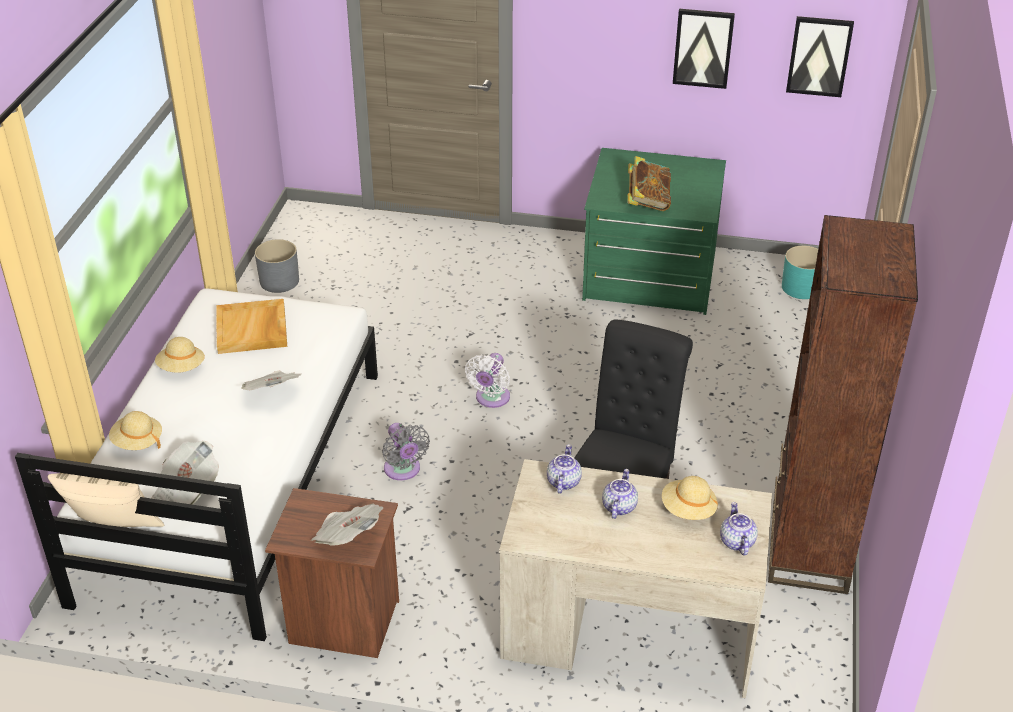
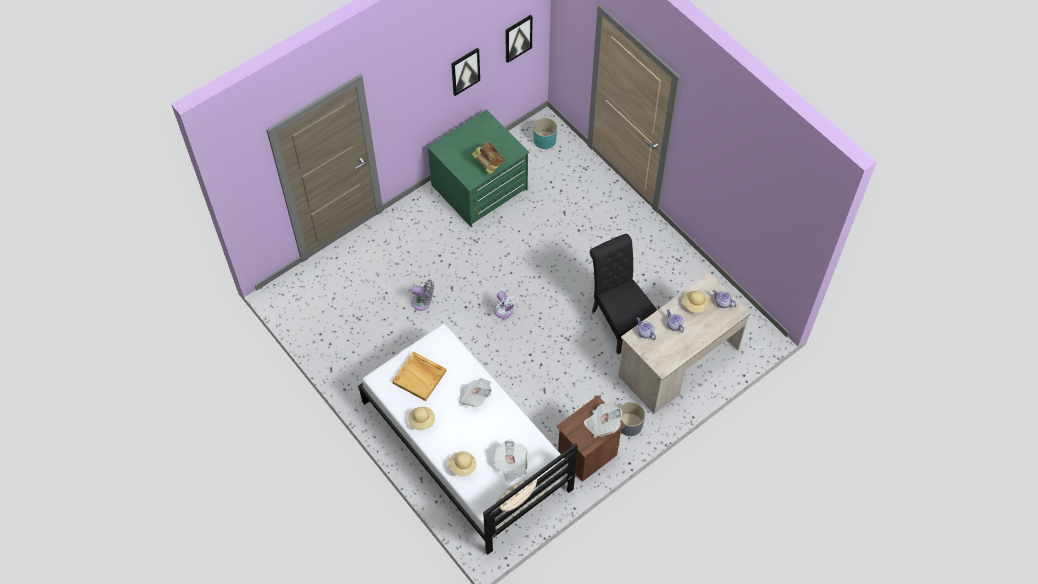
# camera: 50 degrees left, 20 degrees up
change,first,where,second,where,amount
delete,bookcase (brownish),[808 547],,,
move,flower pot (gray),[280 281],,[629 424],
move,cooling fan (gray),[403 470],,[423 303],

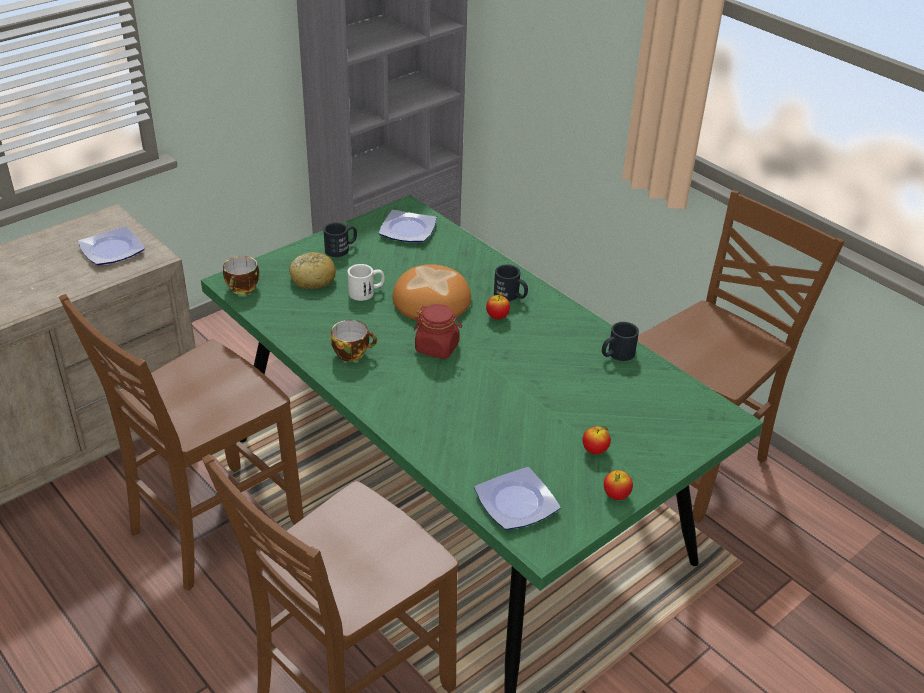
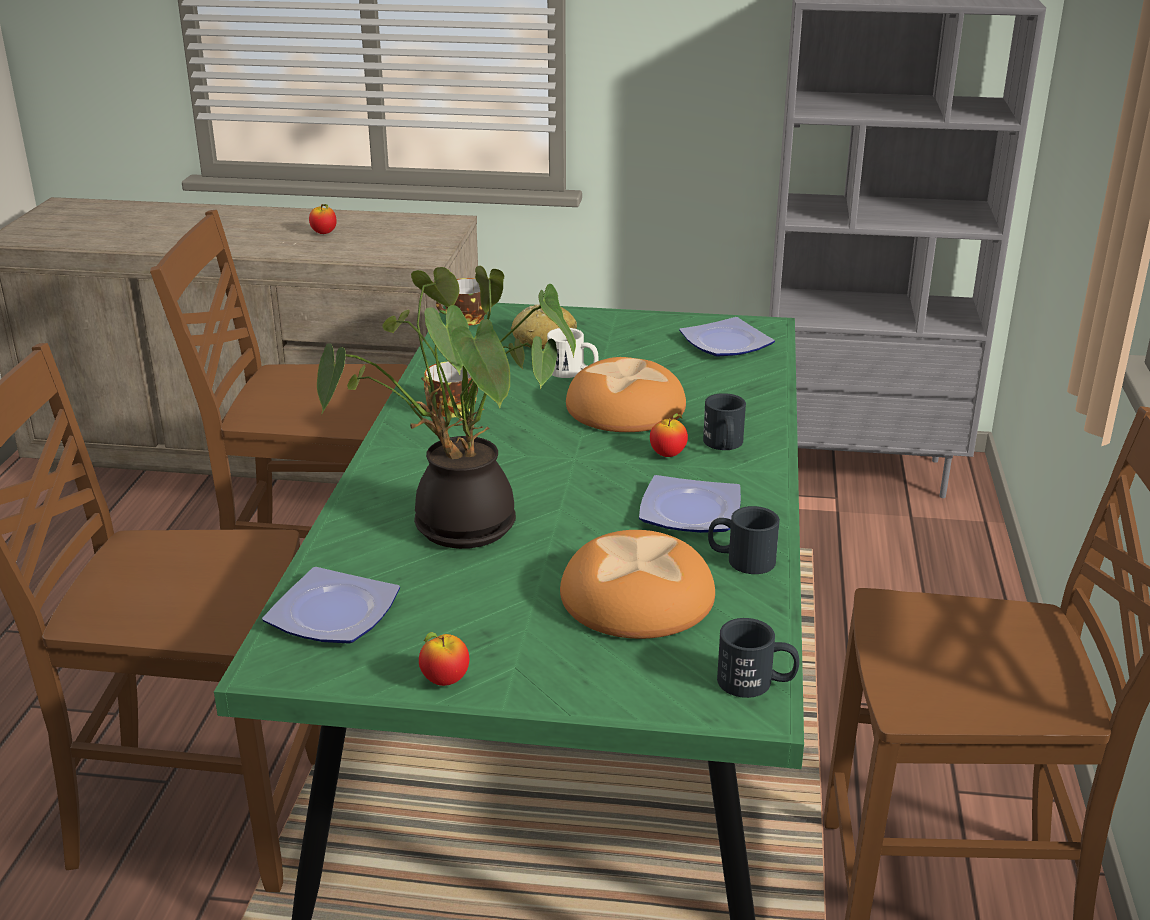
# camera: 50 degrees right, 10 degrees down
change,first,where,second,where,amount
move,coffee mug (black),[341 248],,[756 682],
move,flat dish,[111 250],,[688 510],
delete,jar (red),[437 347],,,
move,apple,[595 450],,[324 233],
insert,,,potted plant,[458 530],
insert,,,baked bread,[638 597],

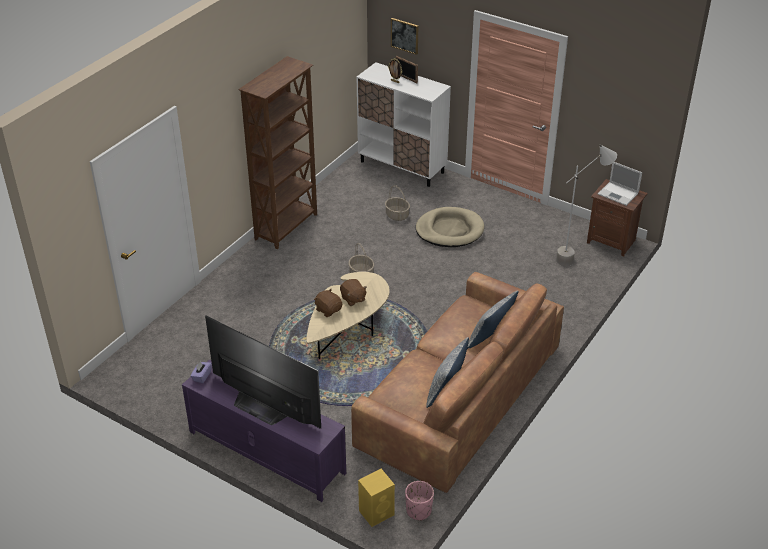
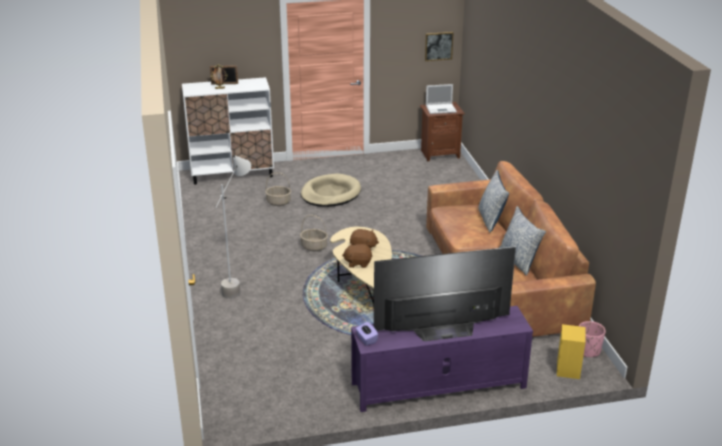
# camera: 45 degrees left, 10 degrees down
change,first,where,second,where,amount
move,picture,[405 35],,[438 46],
delete,bookcase (brownish),[287 227],,,
move,standing lamp (gray),[578 257],,[239 285],

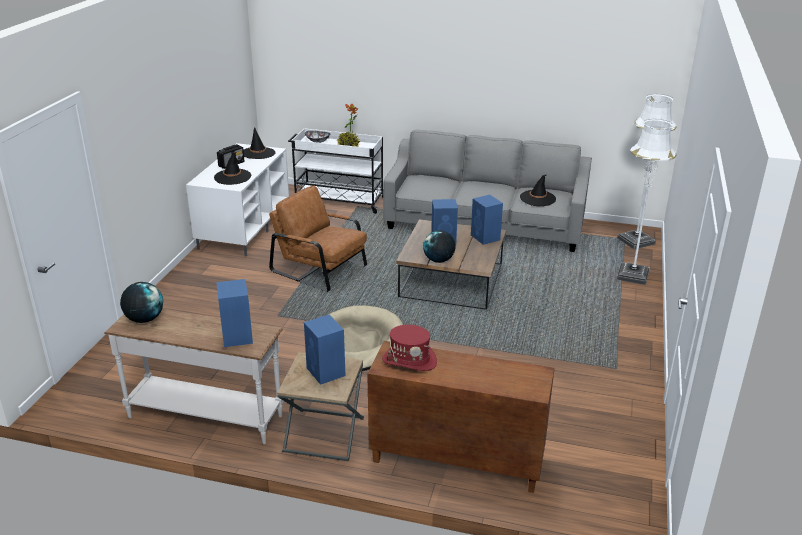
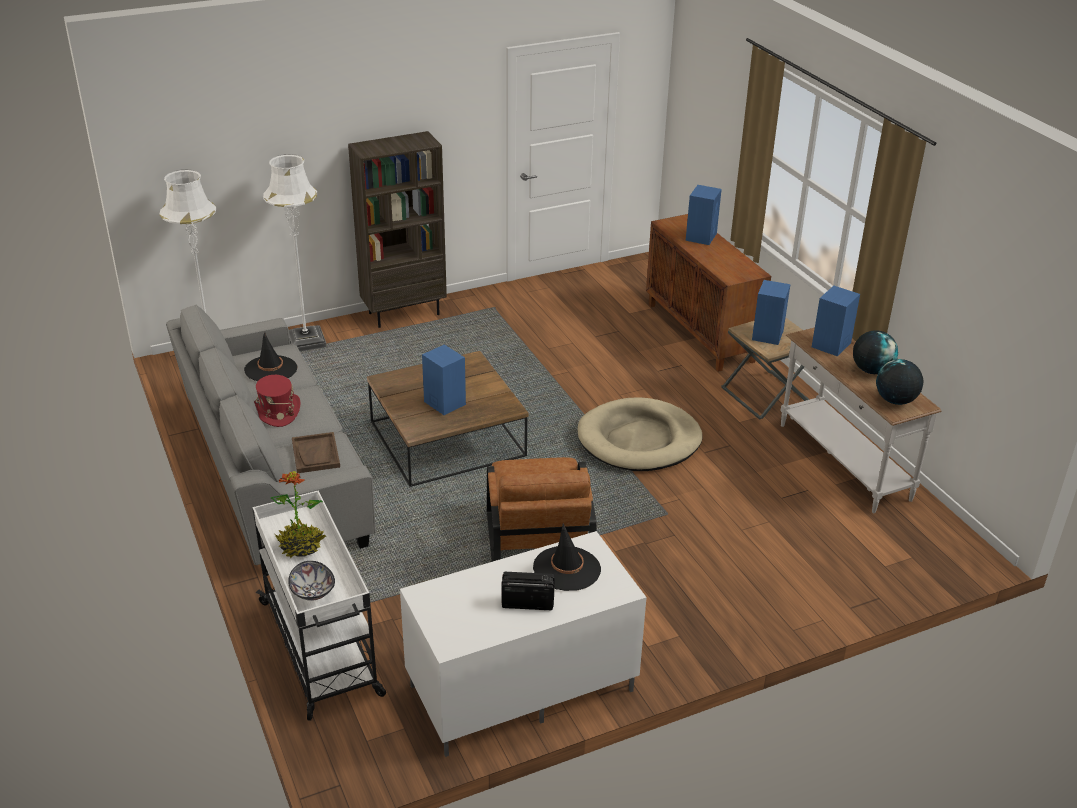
# camera: 130 degrees left, 5 degrees up
change,first,where,second,where,amount
delete,hat (black),[258 153],,,
move,loudspeaker (blue-coloured),[485 238],,[701 236],
move,globe,[439 260],,[871 370],
move,hat (red),[409 361],,[276 411],
insert,,,bookcase (brownish),[404 313],
insert,,,carrying tray (brownish),[316 454],

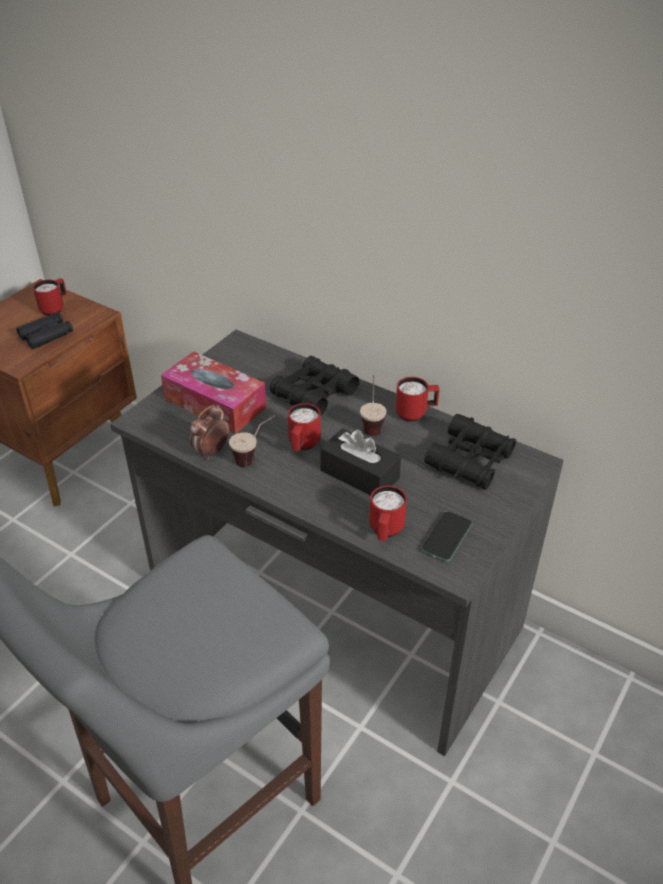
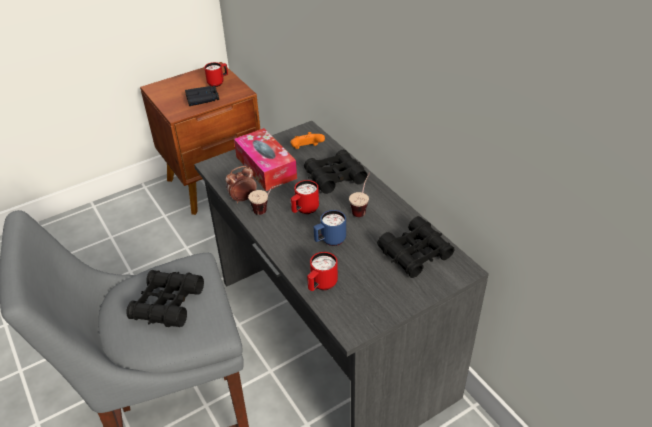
# camera: 25 degrees right, 0 degrees up
change,first,where,second,where,amount
delete,coffee mug (red),[416 414],,,
replace,tissue holder (black),[359 474],coffee mug (blue-coloured),[330 241],
delete,telephone,[447 537],,,
insert,,,gamepad (orange-coloured),[307 149],
insert,,,field glasses (black),[167 304],

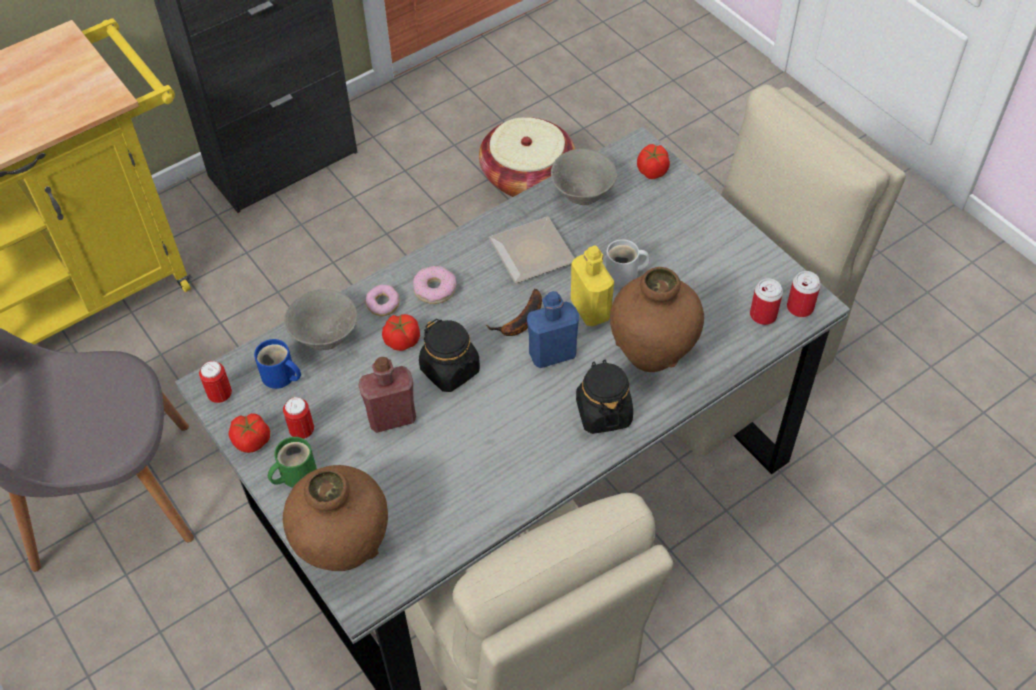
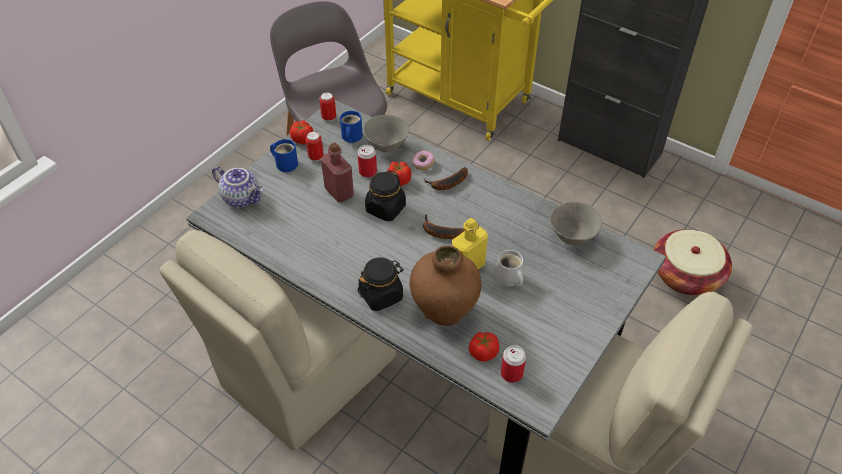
# camera: 70 degrees right, 5 degrees down
change,first,where,second,where,amount
move,fresh tomato,[652 171],,[483 353],
delete,flat dish,[533 251],,,
replace,doughnut,[435 289],banana fruit,[447 184],
move,metal can,[800 307],,[367 172],
delete,bottle (blue-coloured),[552 354],,,
recolor,coffee mug (greenish),[295 474],coffee mug (blue-coloured),[285 163],
replace,decorative vase (brownish),[344 547],pot for tea,[242 198],

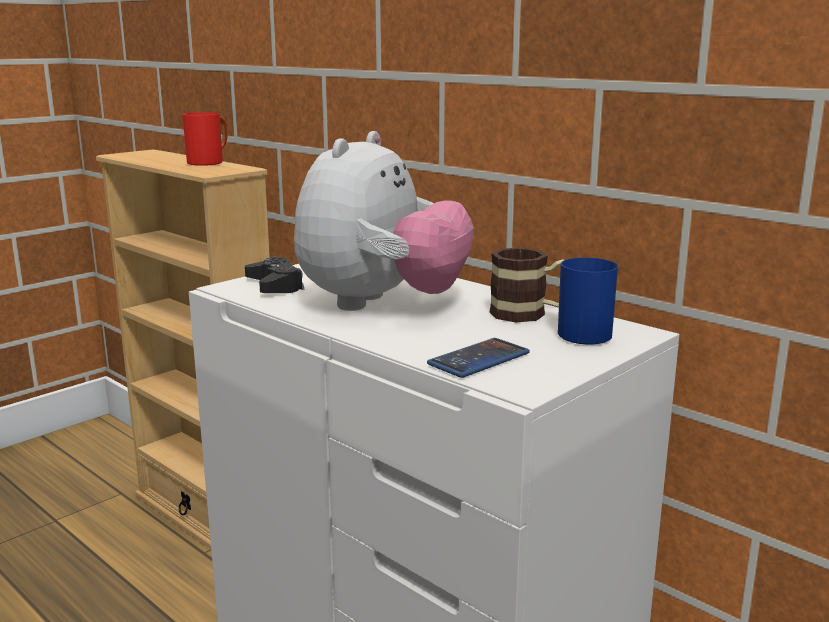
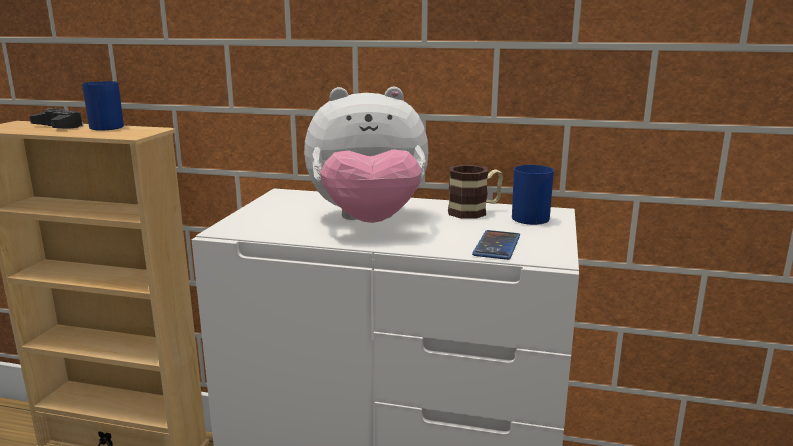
# camera: 30 degrees left, 0 degrees up
change,first,where,second,where,amount
recolor,coffee mug (red),[210 162],coffee mug (blue-coloured),[109 126],
rotate,cuddly toy,[381 304],,[368 222],90 degrees clockwise
move,gamepad (black),[275 285],,[58 126],

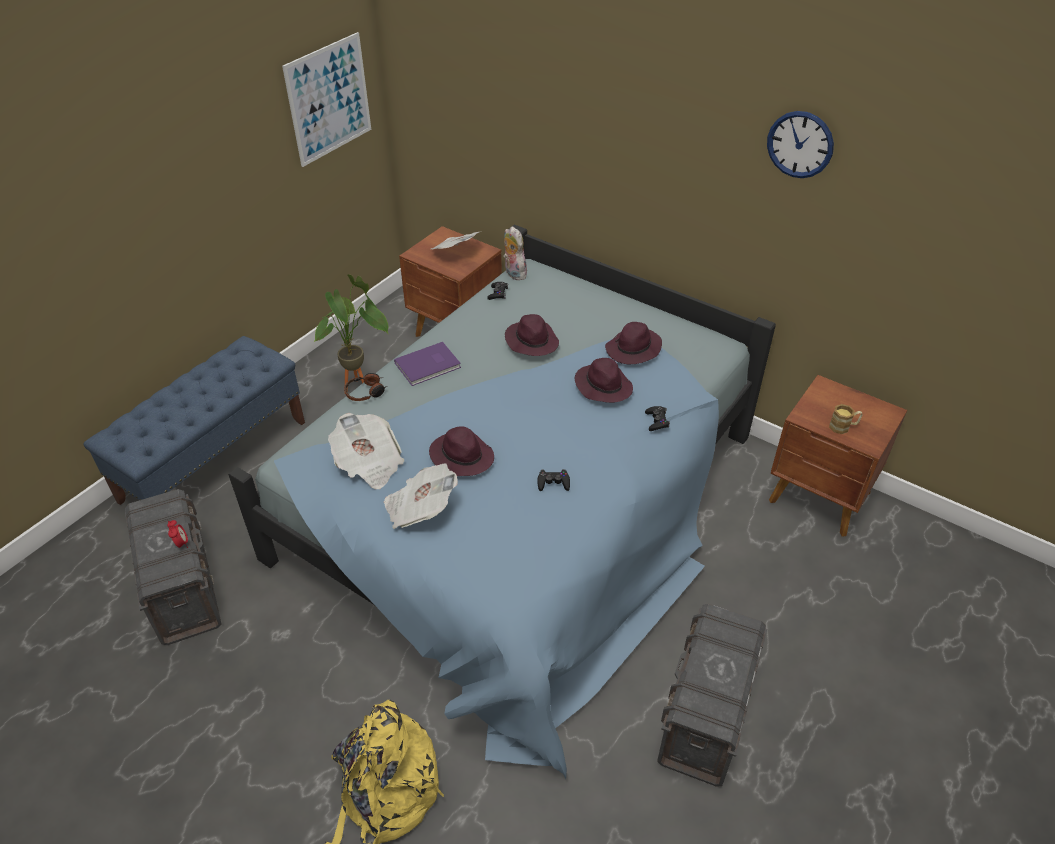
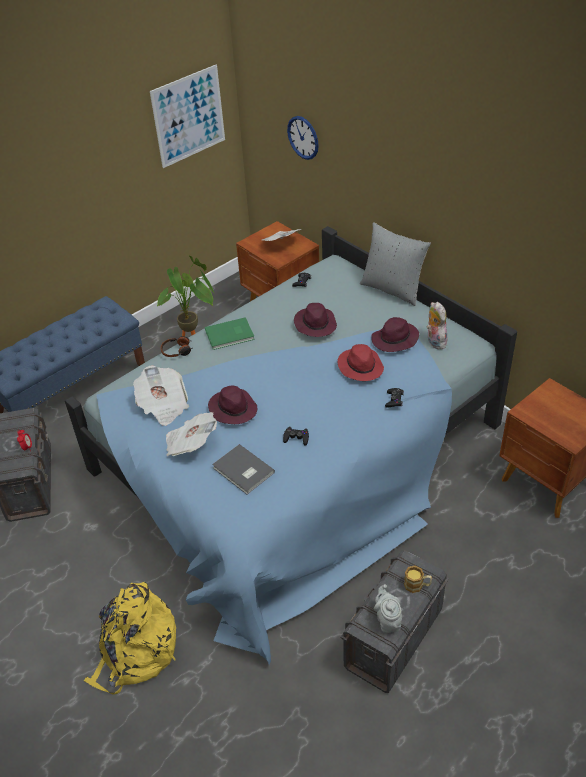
# camera: 15 degrees right, 0 degrees up
change,first,where,second,where,amount
move,wall clock,[800 144],,[303 137],
move,cuddly toy,[513 273],,[434 341],
recolor,book (purplish),[429 366],book (greenish),[230 335],
recolor,hat (purplish),[602 386],hat (red),[360 367],
move,coffee mug,[843 427],,[417 585],
insert,,,pillow (gray),[392 289],
insert,,,book (gray),[243 471],
insert,,,pot for tea (gray),[387 620],

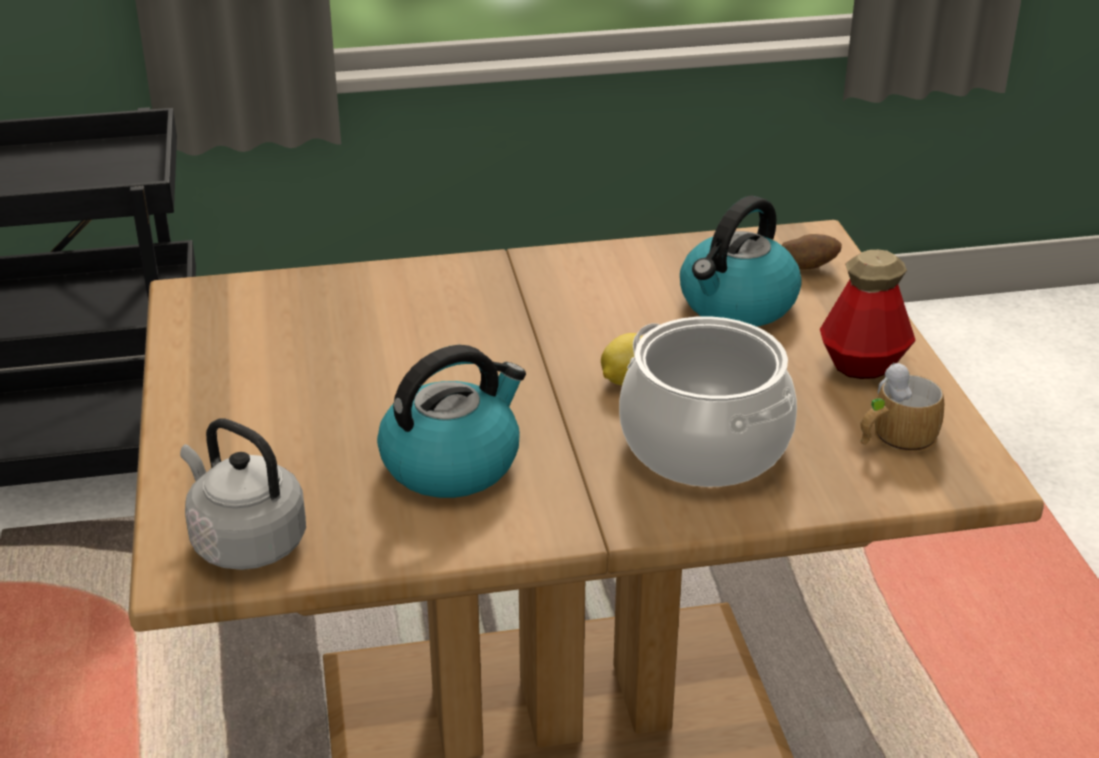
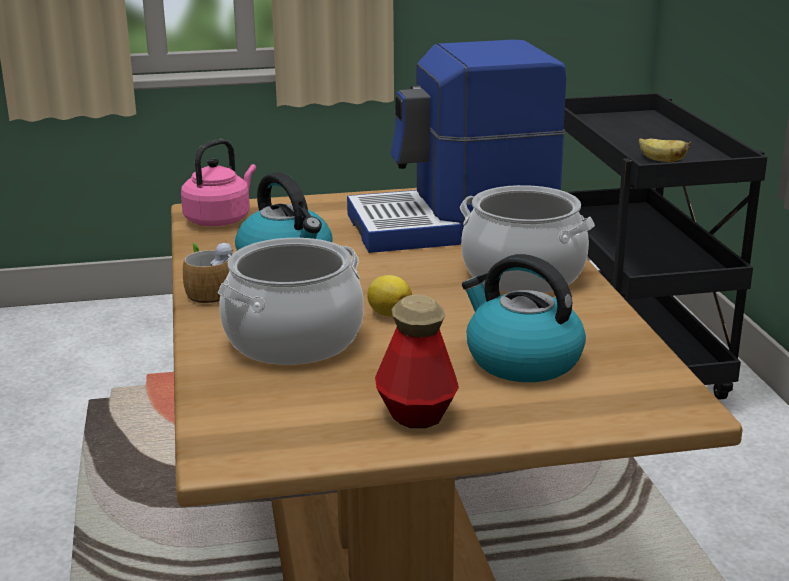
# camera: 90 degrees right, 10 degrees down
change,first,where,second,where,amount
delete,potato,[807 268],,,
move,coffee mug,[894 438],,[207 292],
recolor,kettle (gray),[245 542],kettle (pink-coloured),[220 219],
insert,,,coffee machine,[453 226],
insert,,,banana fruit,[660 160],
insert,,,stockpot,[523 274],

